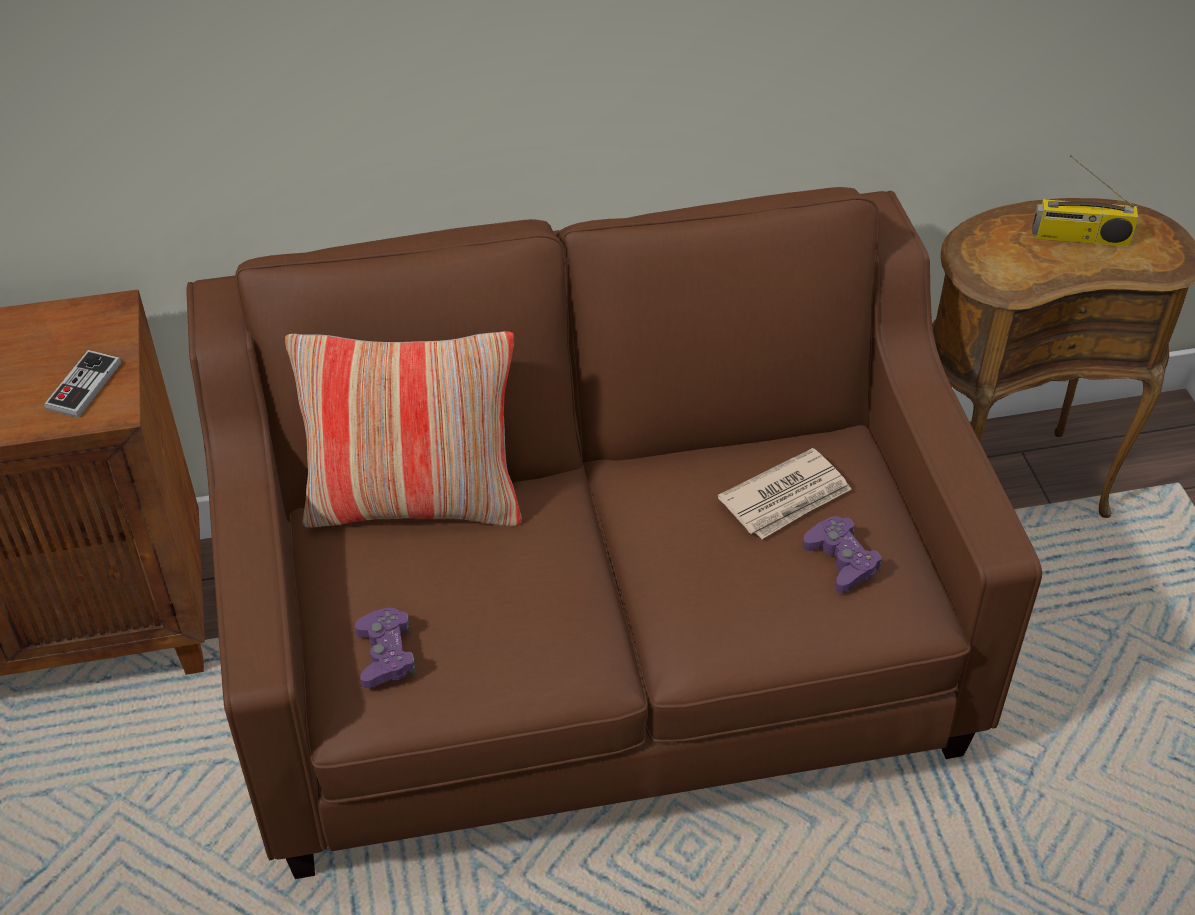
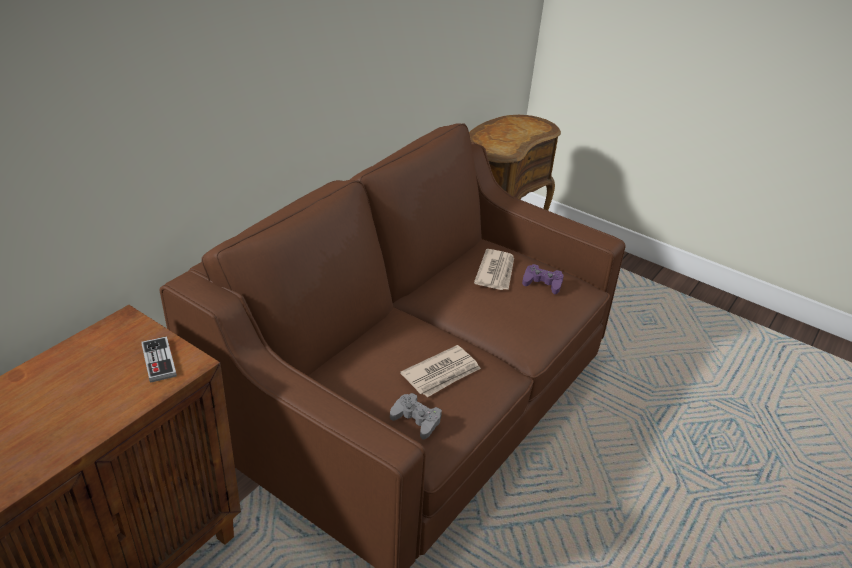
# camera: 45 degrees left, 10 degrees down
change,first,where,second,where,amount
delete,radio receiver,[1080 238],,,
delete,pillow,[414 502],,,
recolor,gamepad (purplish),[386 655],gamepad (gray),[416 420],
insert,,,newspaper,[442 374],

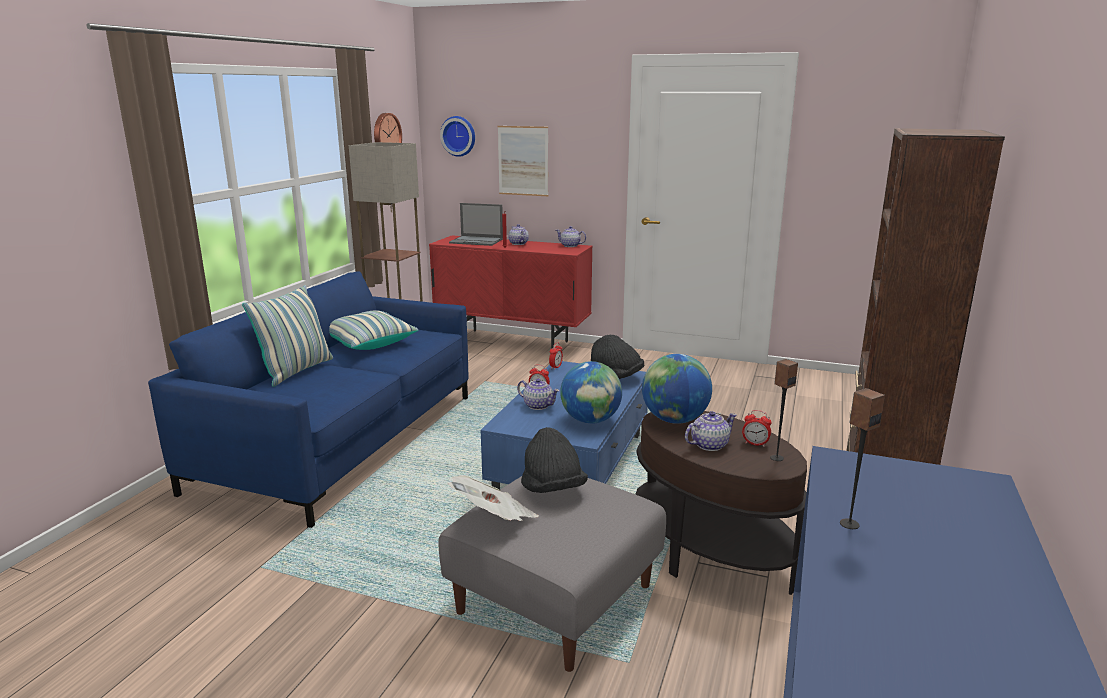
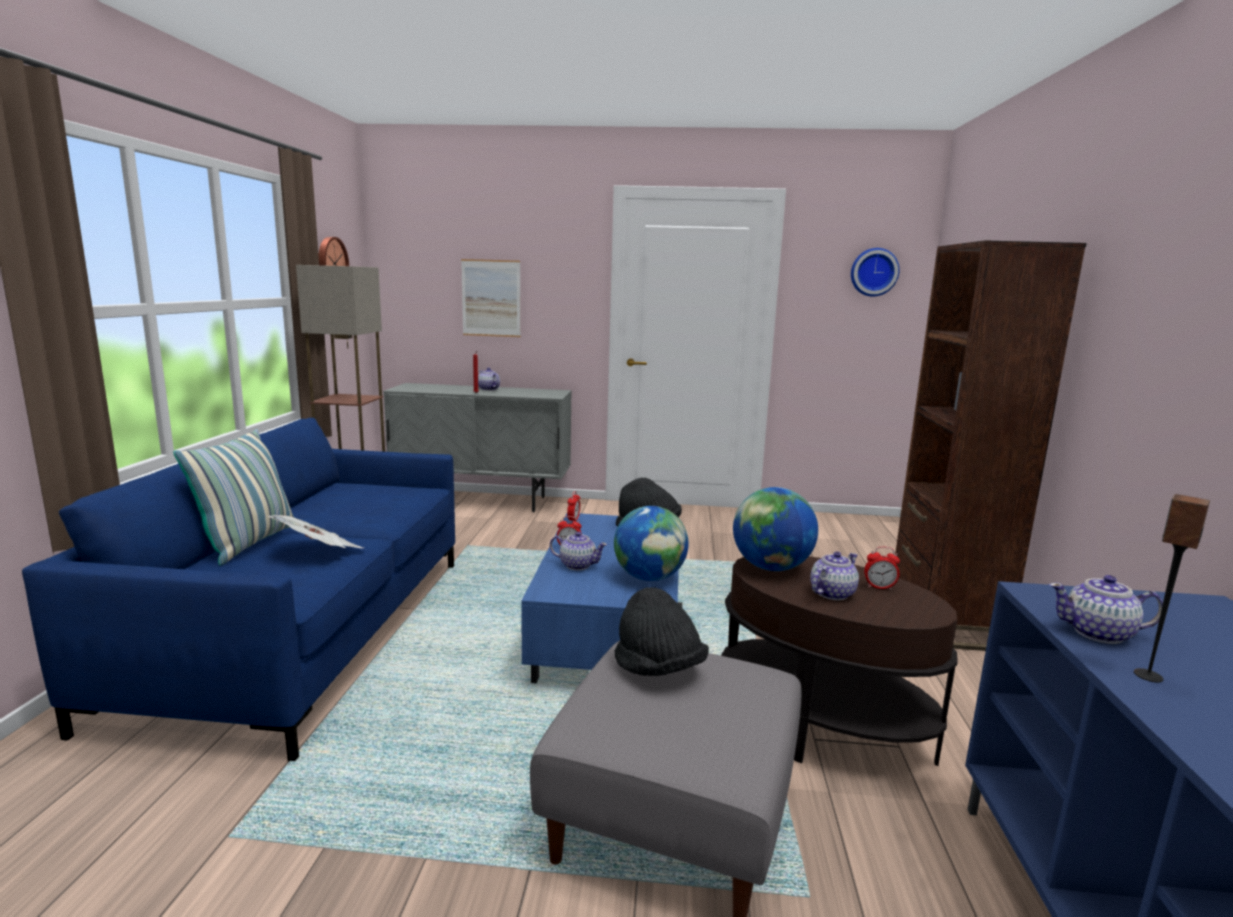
# camera: 15 degrees left, 5 degrees down
change,first,where,second,where,amount
move,wall clock,[459 136],,[873 272],
delete,notebook computer,[477 241],,,
move,pot for tea,[570 246],,[1099 633],
recolor,cabinet (red),[512 342],cabinet (gray),[482 501],
delete,pillow,[367 343],,,
delete,loudspeaker,[776 458],,,
move,newspaper,[494 519],,[319 553],

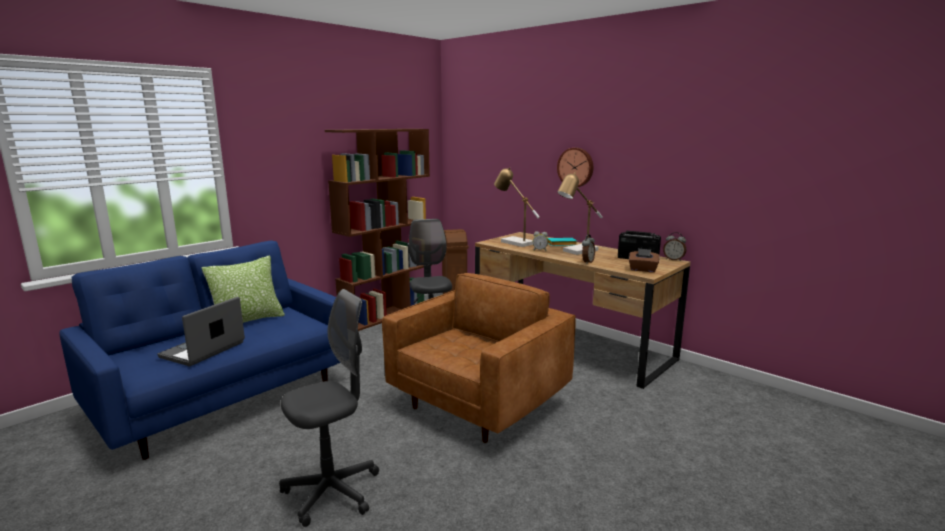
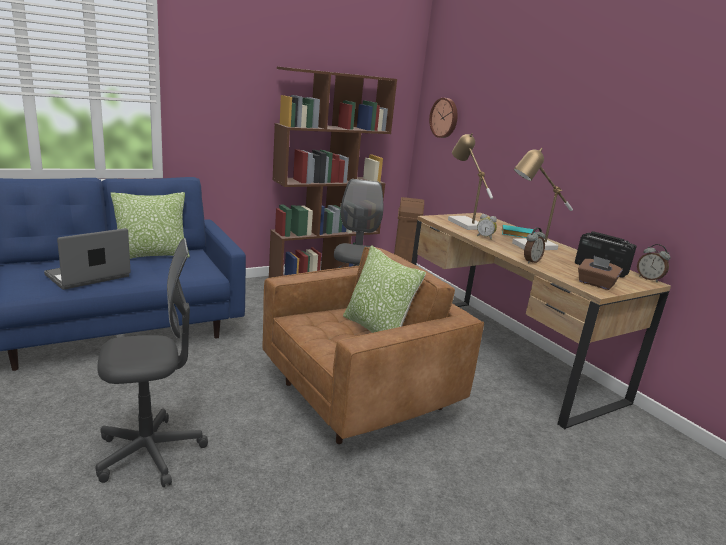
# camera: 15 degrees right, 5 degrees up
change,first,where,second,where,amount
move,wall clock,[576 167],,[444 118],
insert,,,pillow,[376 331],

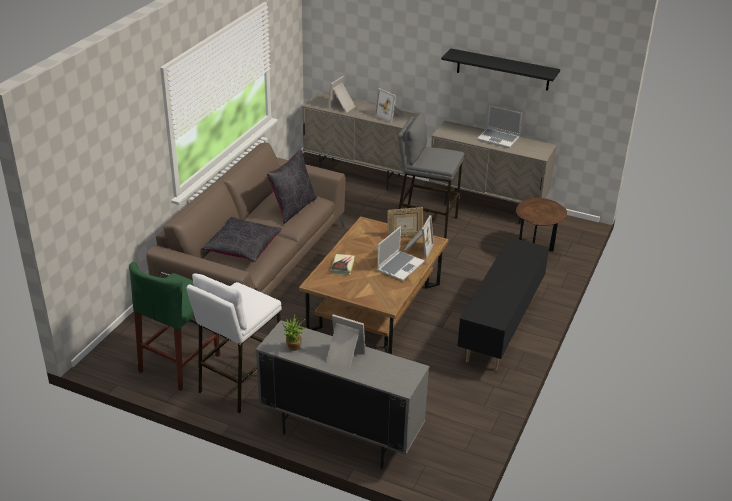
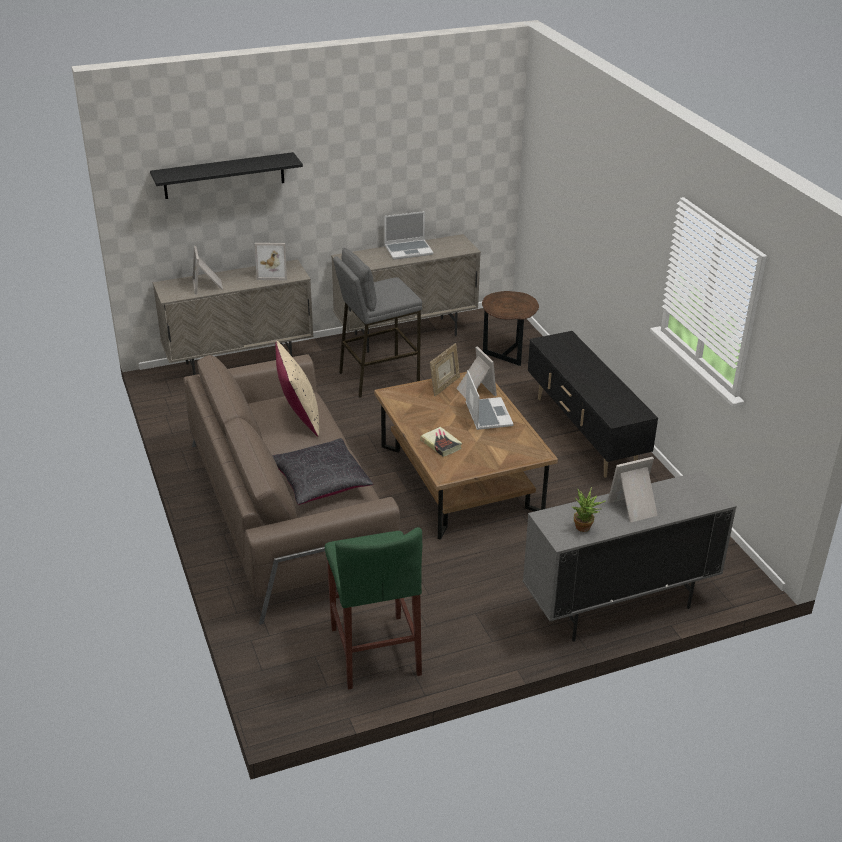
# camera: 45 degrees left, 0 degrees up
change,first,where,second,where,amount
move,shelf (black),[503 69],,[224 175],
recolor,pillow (black),[293 208],pillow (beige),[299 417],
delete,stool seat (white-coloured),[239 384],,,

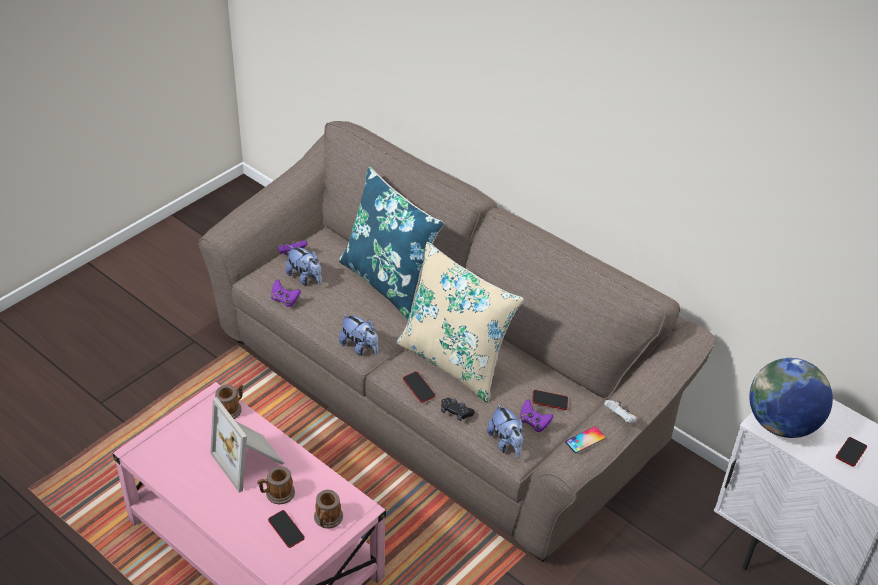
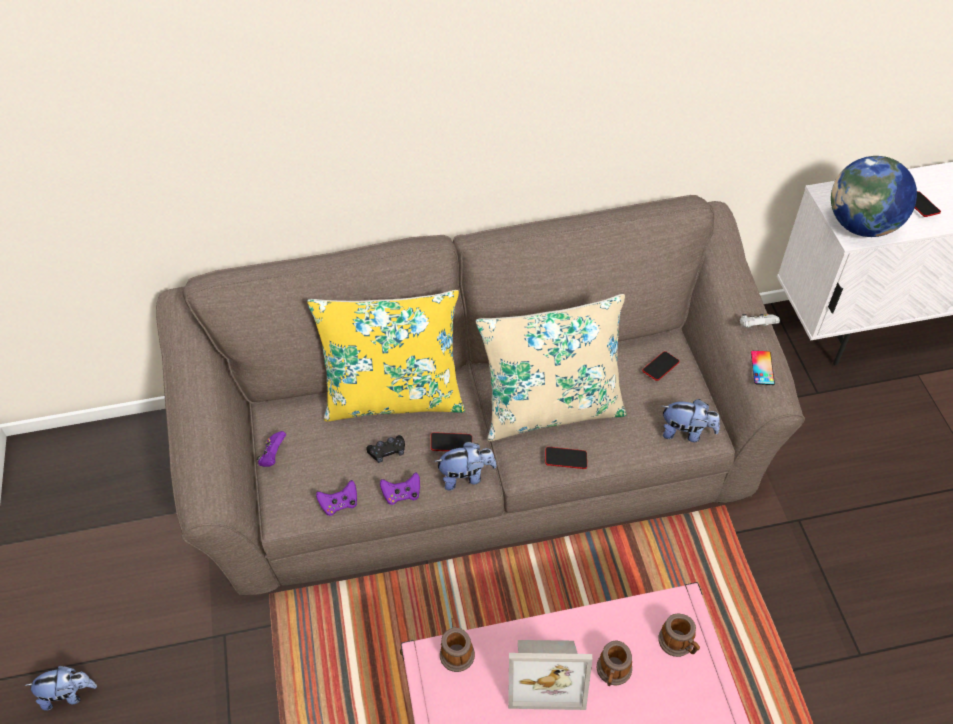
# camera: 50 degrees left, 10 degrees up
change,first,where,second,where,amount
recolor,pillow (blue-coloured),[388 282],pillow (yellowish),[394 396],
move,cuddly toy,[305 278],,[69 694],
move,gamepad (black),[455 412],,[387 452],
move,gamepad (purplish),[534 423],,[402 494],
move,telephone,[286 530],,[451 444],

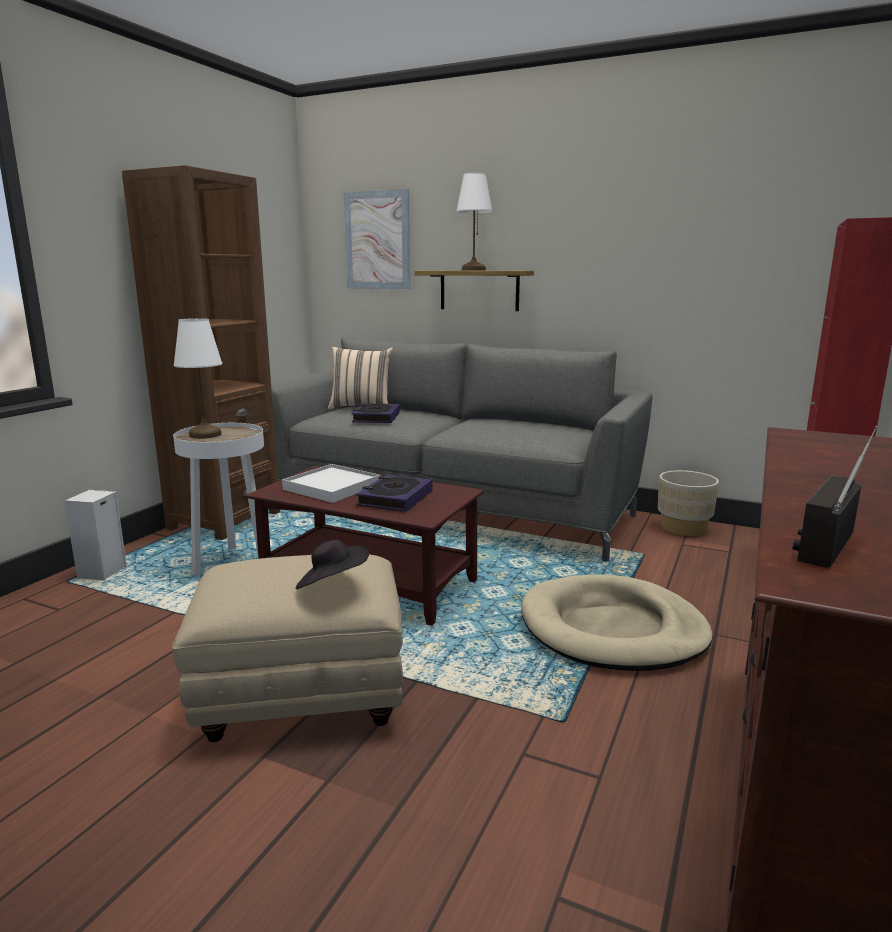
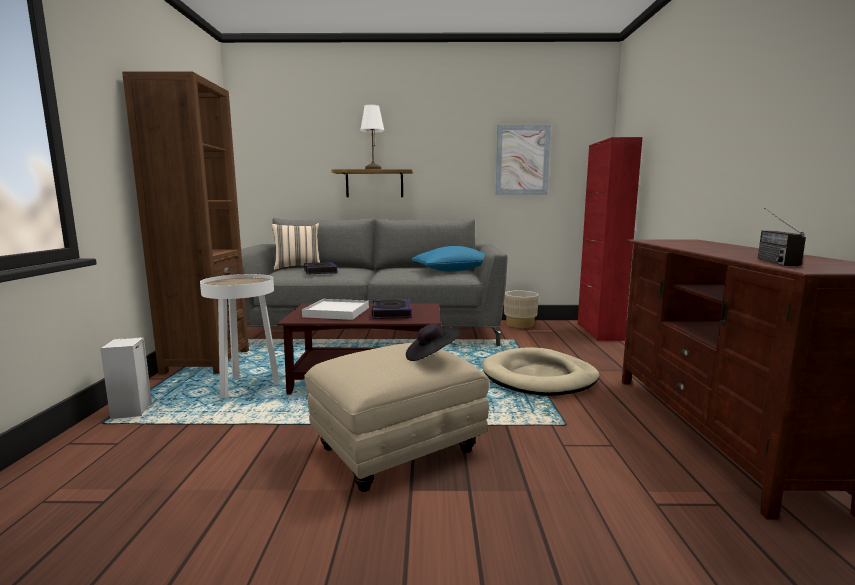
# camera: 25 degrees left, 5 degrees down
change,first,where,second,where,amount
move,picture,[377 240],,[522 160],
delete,table lamp (white-coloured),[206 435],,,
insert,,,pillow (blue-coloured),[453 271],

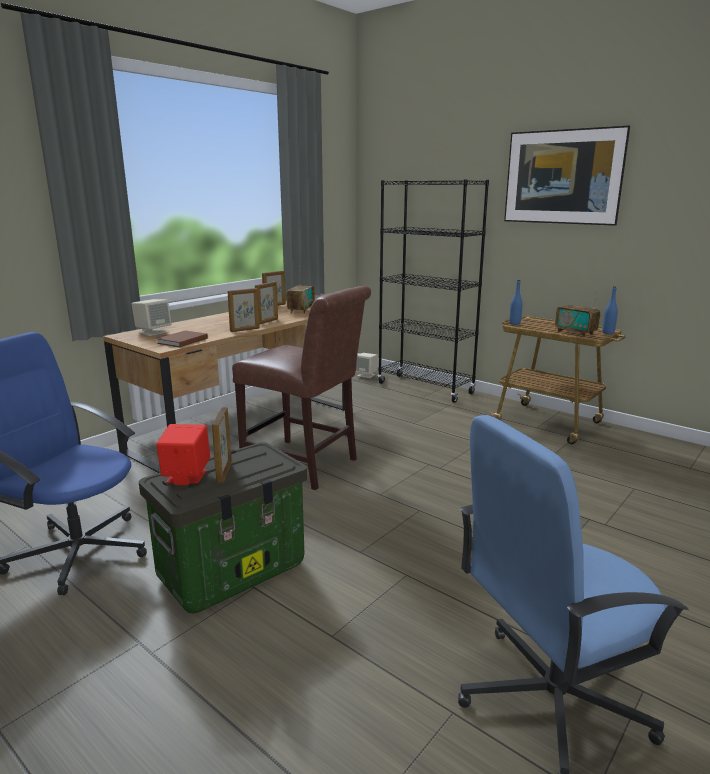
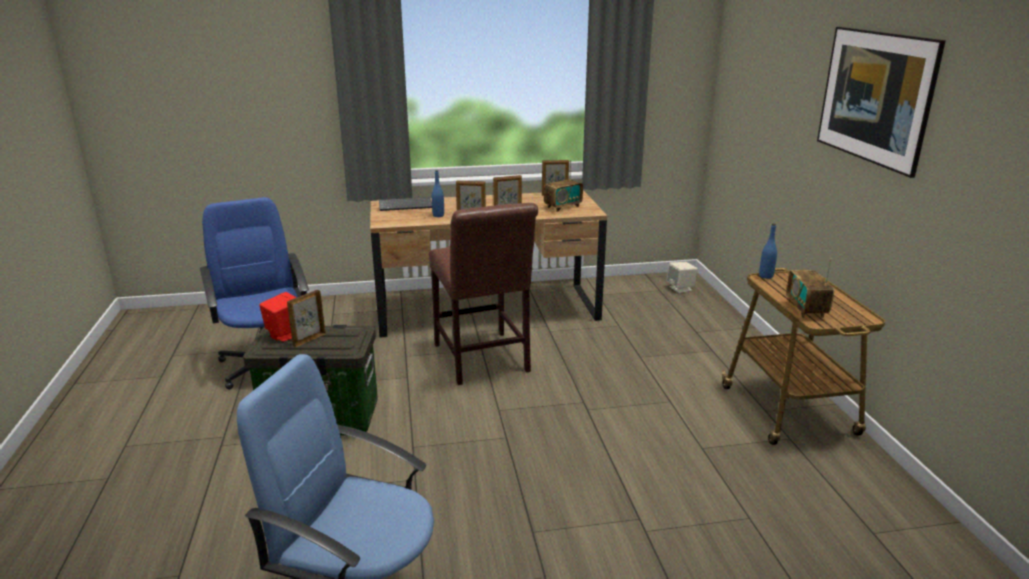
# camera: 40 degrees right, 5 degrees up
change,first,where,second,where,amount
delete,bookcase (black),[425 388],,,
move,bottle (blue-coloured),[608 333],,[438 215],
replace,loudspeaker (beige),[153 332],PC keyboard,[406 205],
delete,book (brownish),[181 341],,,

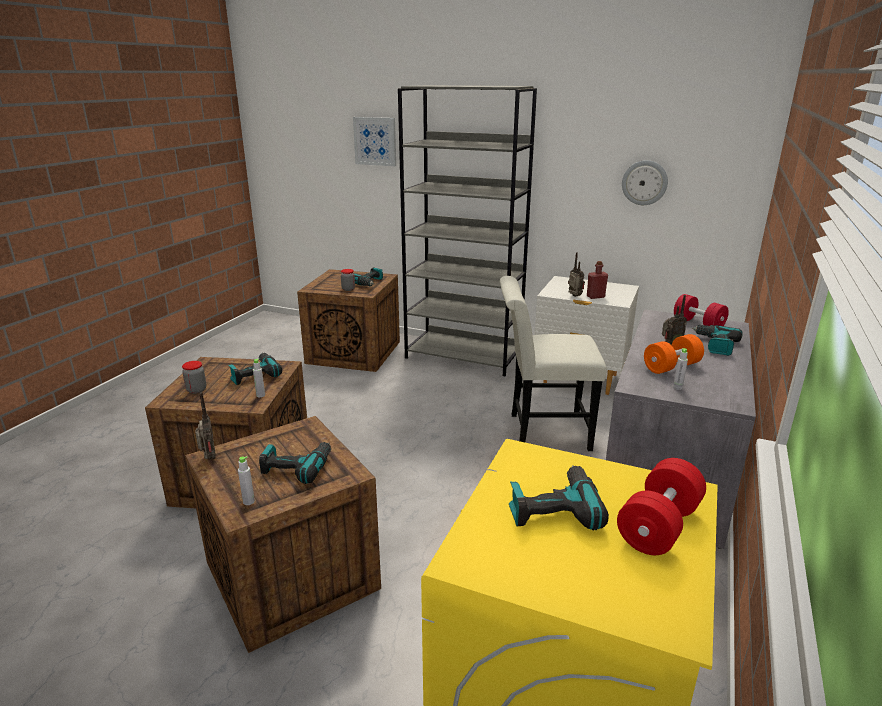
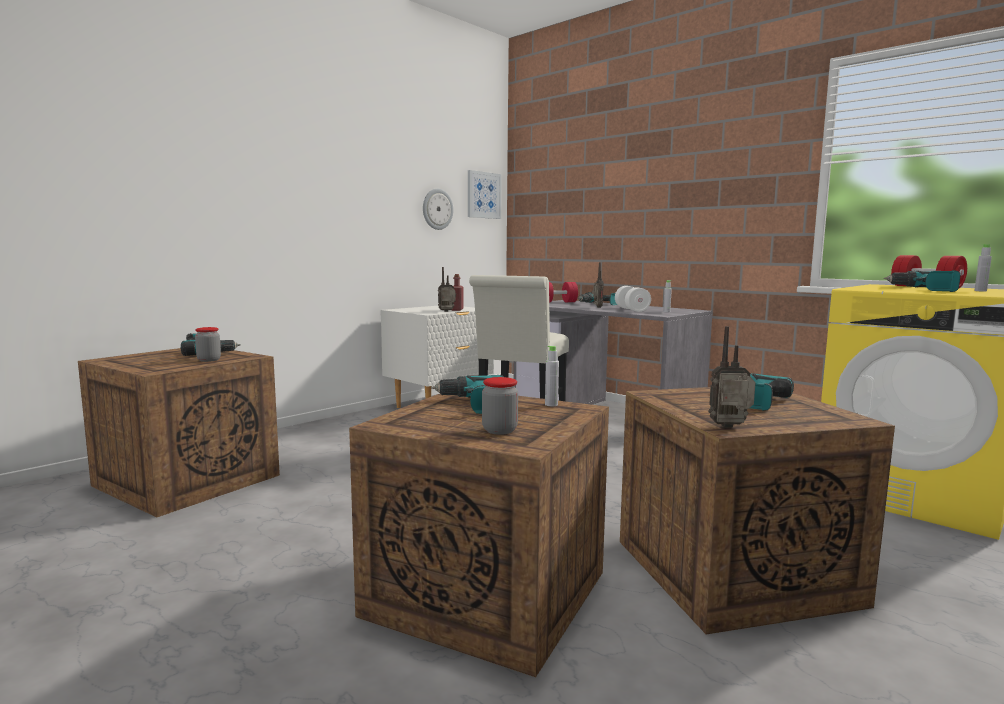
# camera: 70 degrees left, 15 degrees down
change,first,where,second,where,amount
delete,bookcase (gray),[464 356],,,
move,picture,[375 141],,[483 195],
recolor,dumbbell (orange-coloured),[671 367],dumbbell (white-coloured),[631 310],
move,bottle (gray),[248 501],,[980 291],

